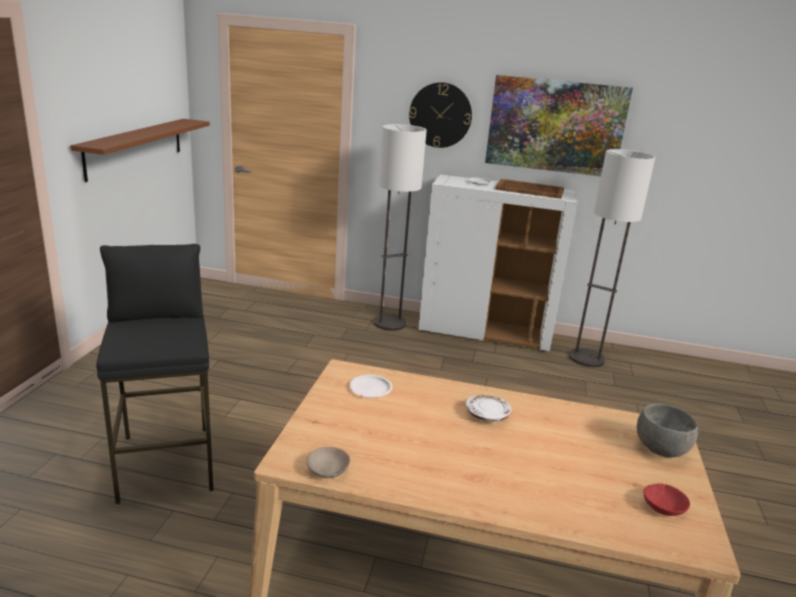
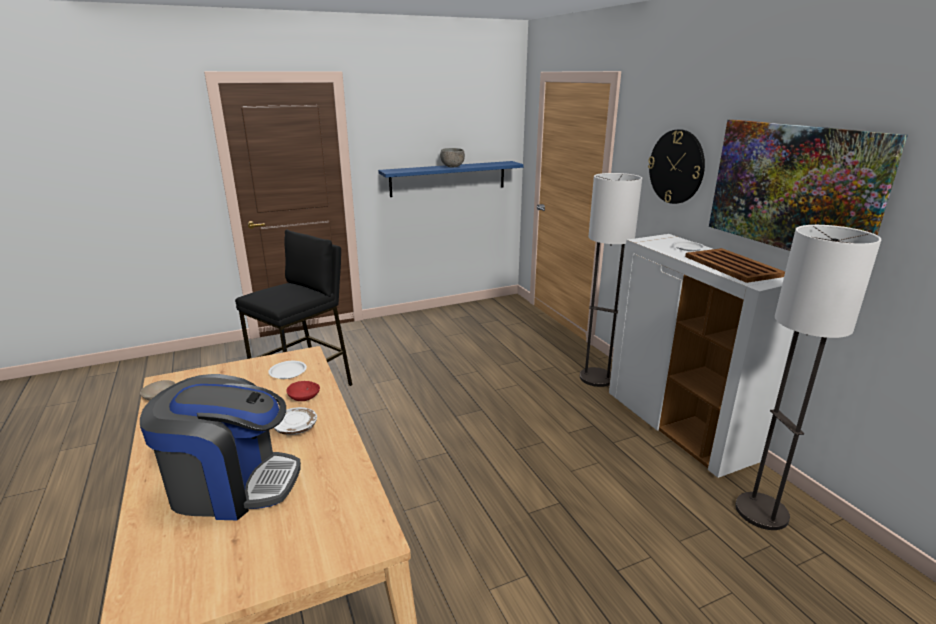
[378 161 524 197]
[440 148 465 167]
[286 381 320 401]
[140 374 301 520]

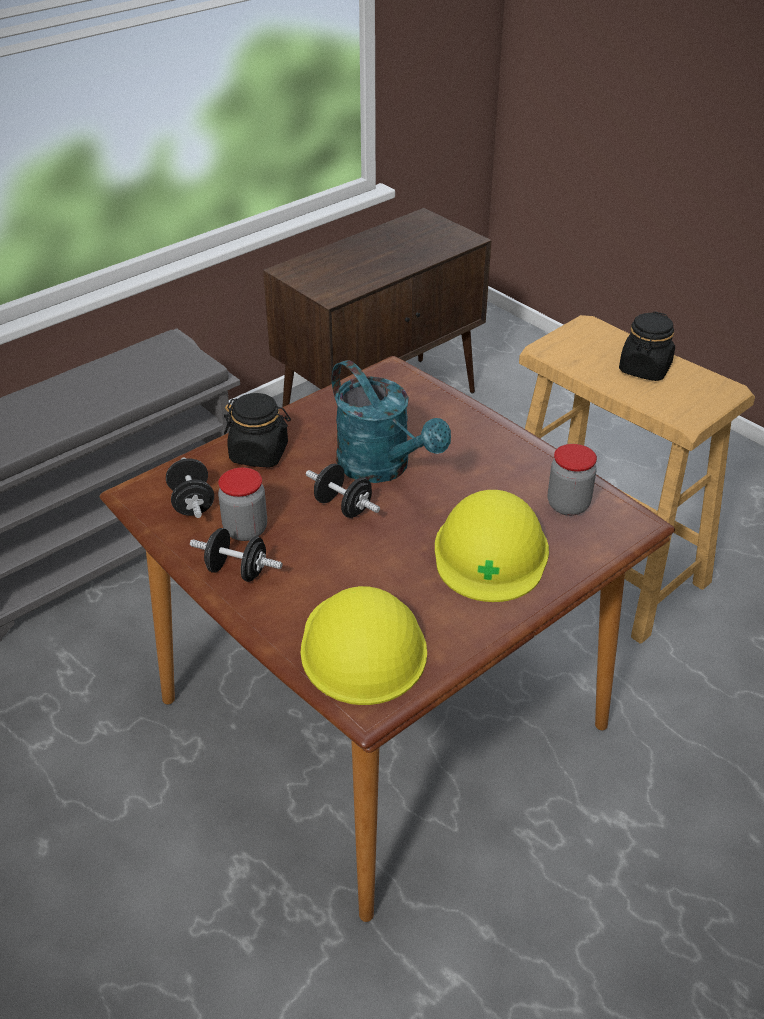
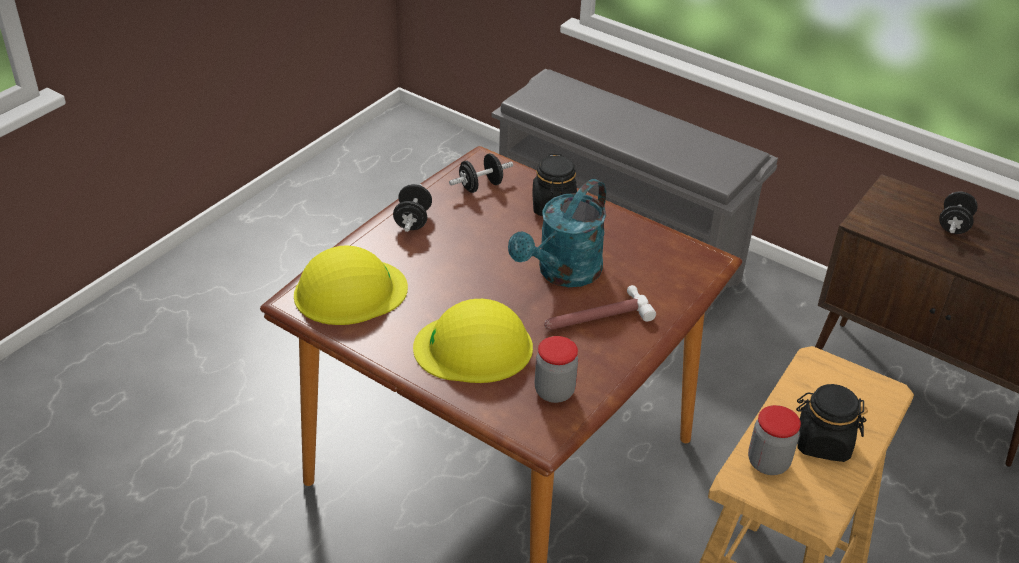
[939 192 978 234]
[748 405 801 475]
[544 285 656 330]

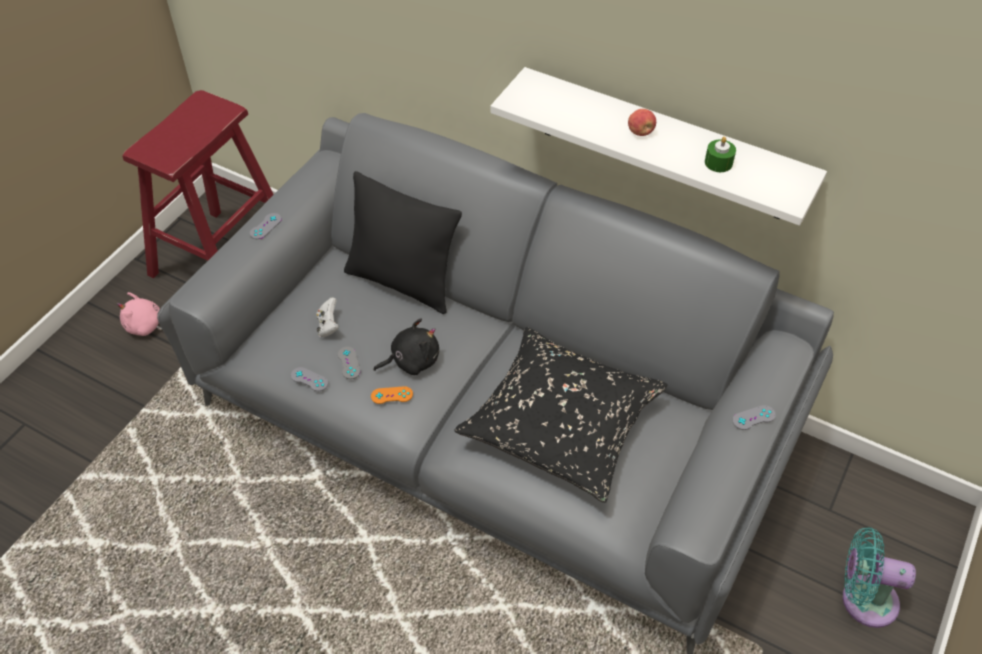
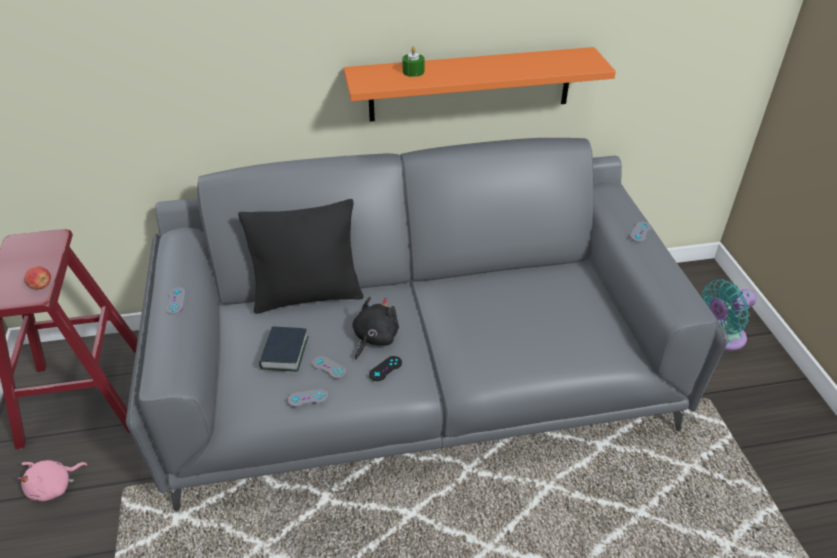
[344 47 616 122]
[24 266 51 290]
[402 46 424 77]
[259 326 309 371]
[454 327 668 503] (first image)
[369 356 402 381]

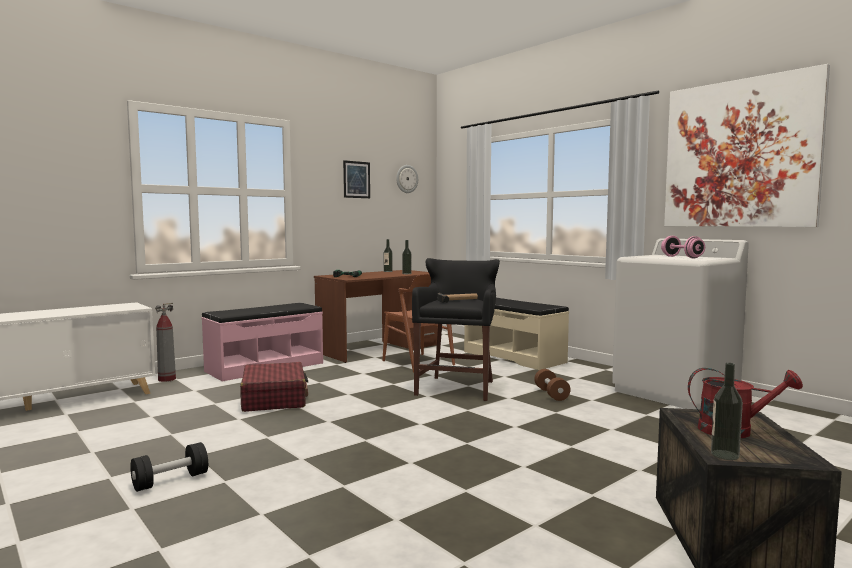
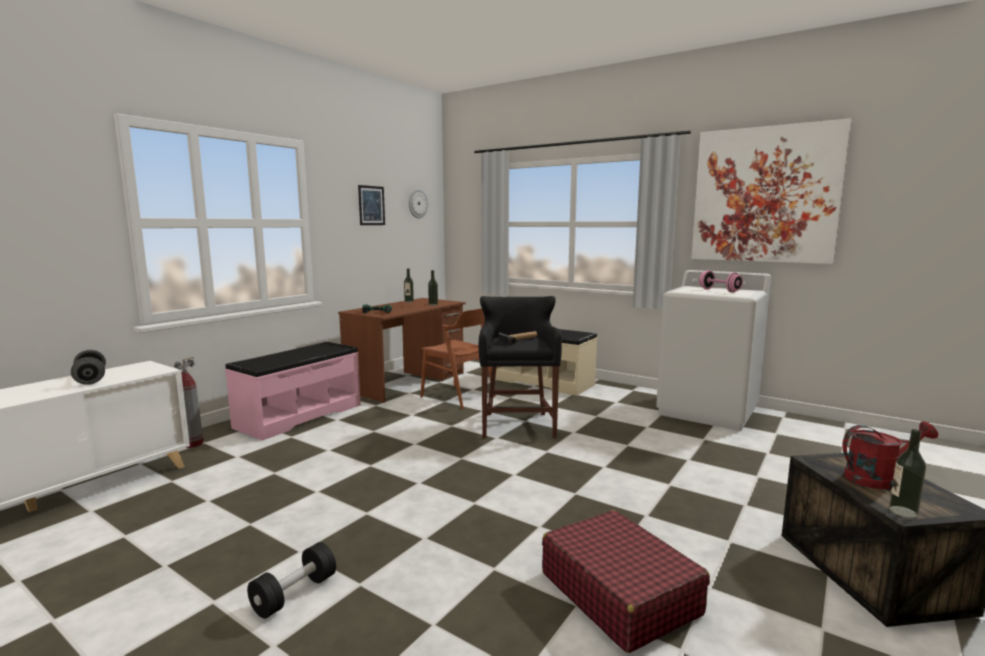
[542 510 710 653]
[534 369 571 401] (first image)
[71 350 106 385]

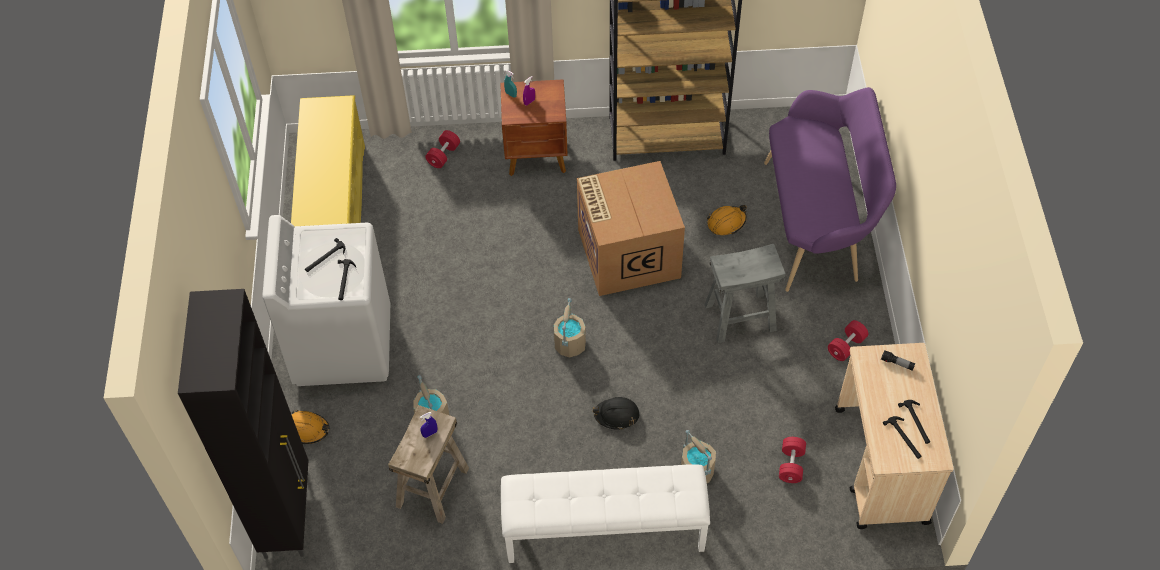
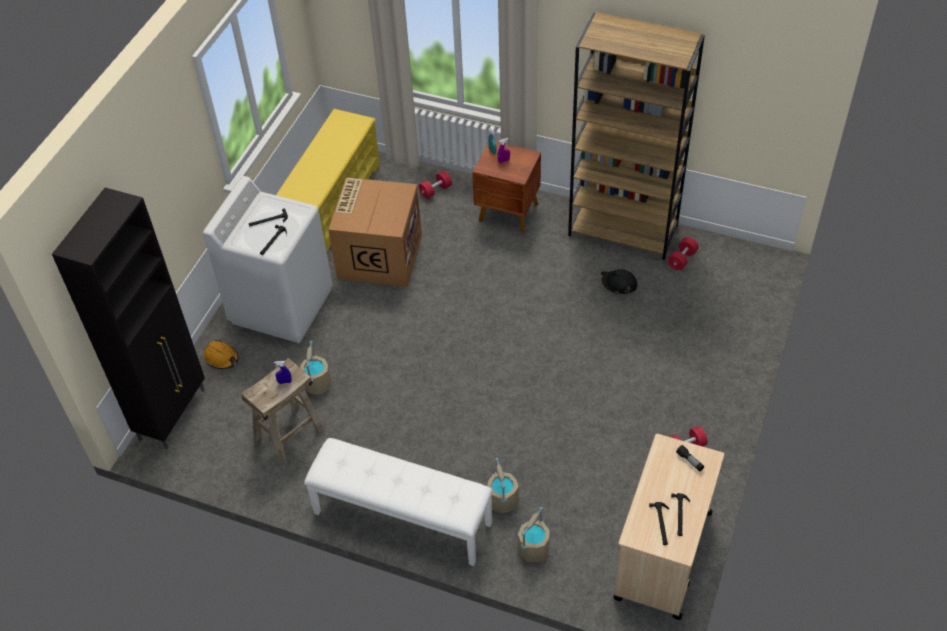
[764 87 896 292] (first image)
[328 177 422 287]
[707 205 747 235] (first image)
[704 244 786 343] (first image)
[518 507 550 562]
[601 269 638 294]
[668 237 699 270]

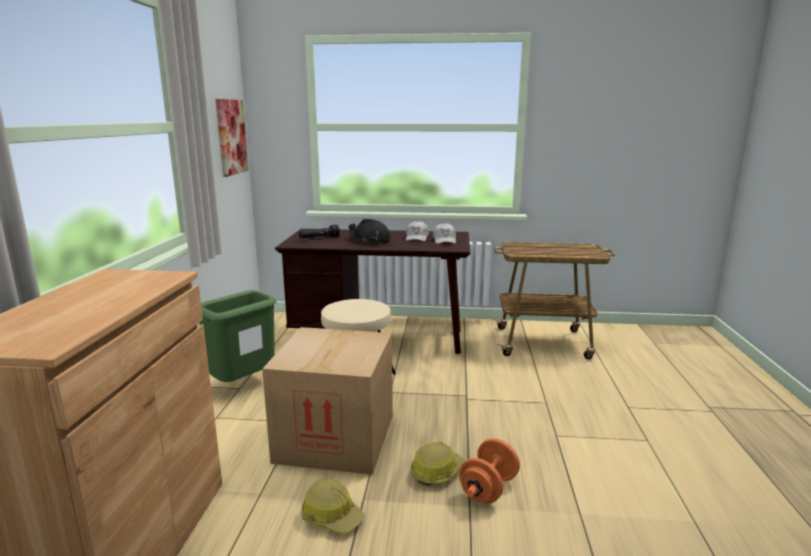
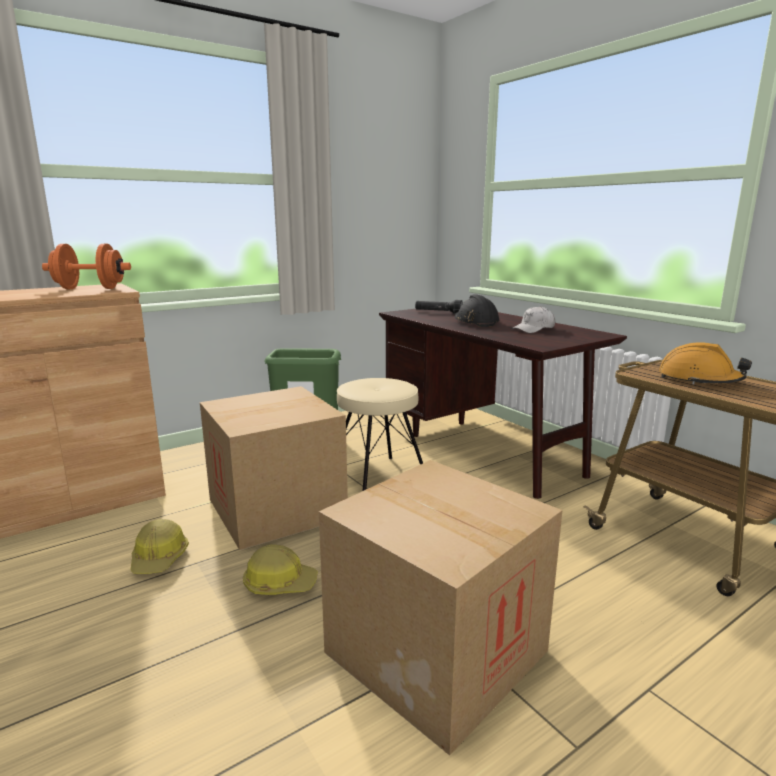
[215 99 249 177] (first image)
[433 223 456 244] (first image)
[42 244 131 289]
[659 342 752 384]
[319 460 563 756]

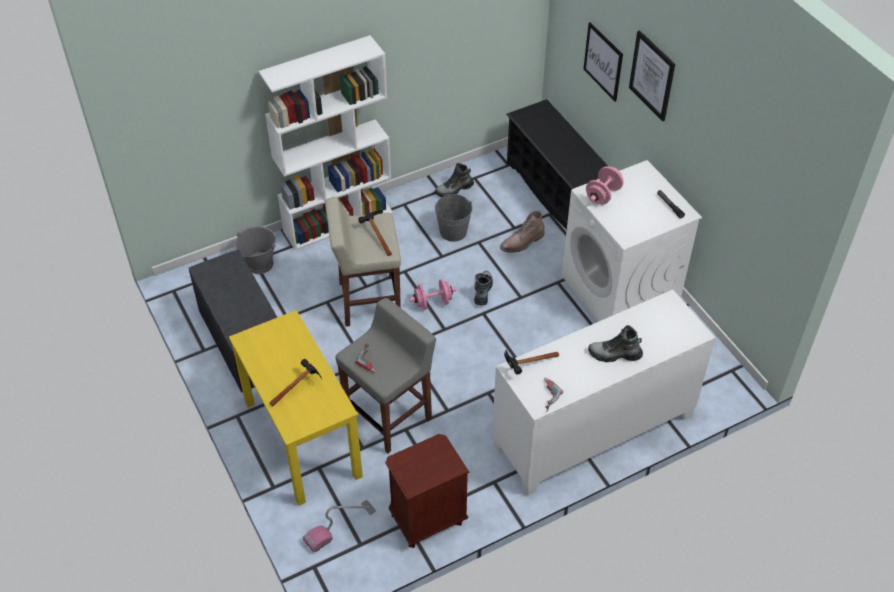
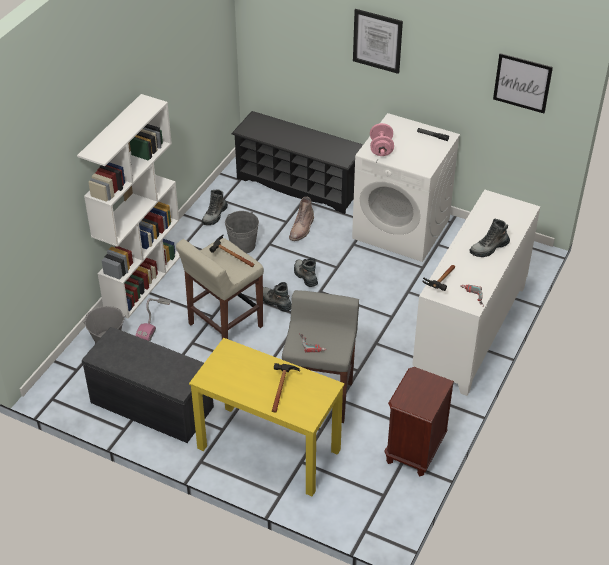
[493 53 553 113]
[263 282 291 312]
[136 298 171 341]

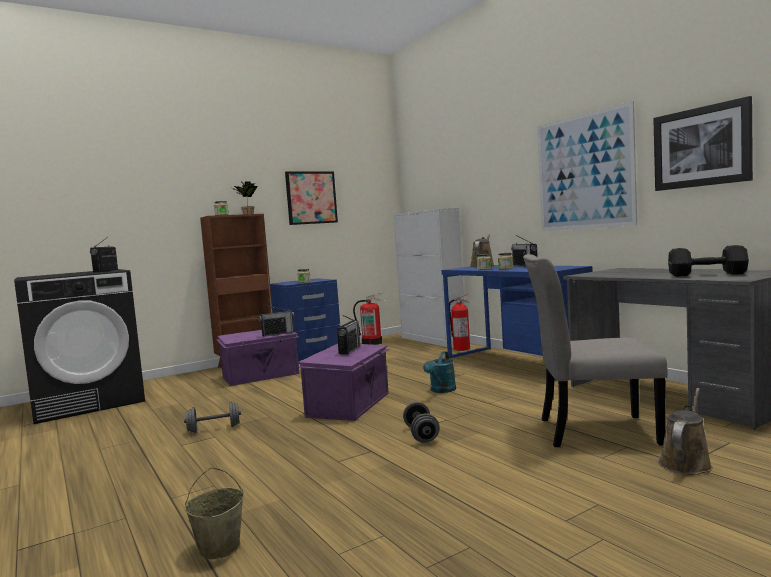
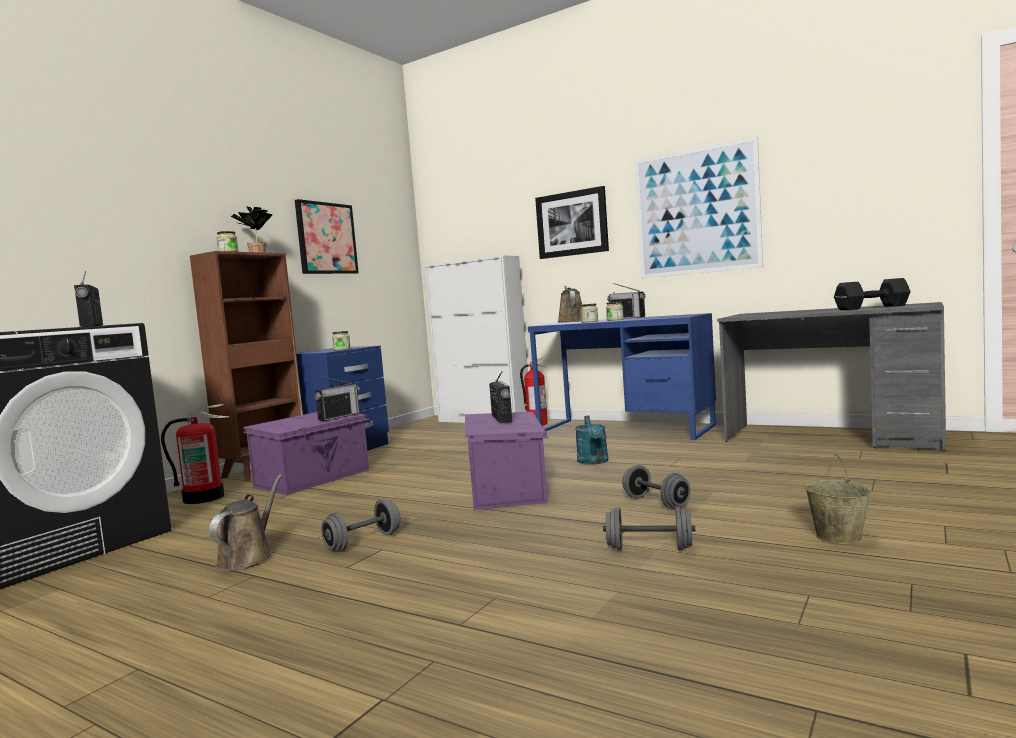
[535 186 609 259]
[523 254 668 447] (first image)
[161 404 230 504]
[209 474 282 571]
[804 454 871 544]
[603 507 695 550]

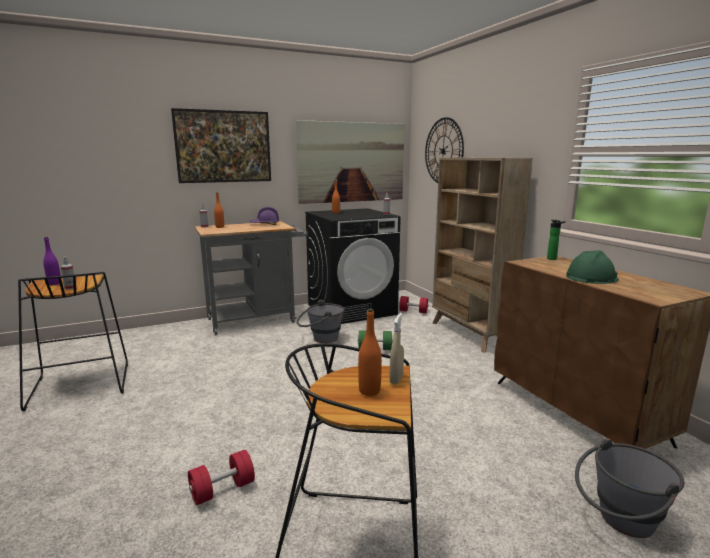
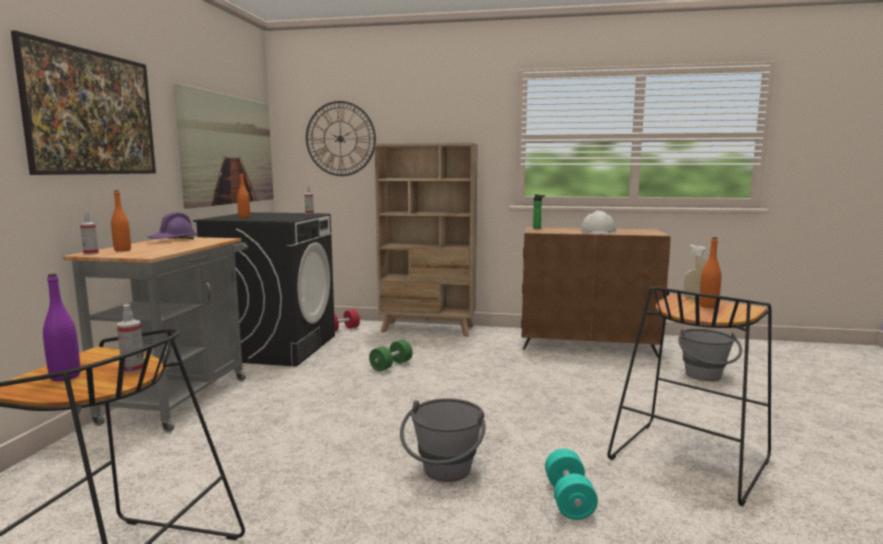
[580 210 616 234]
[400 398 485 482]
[545 449 598 520]

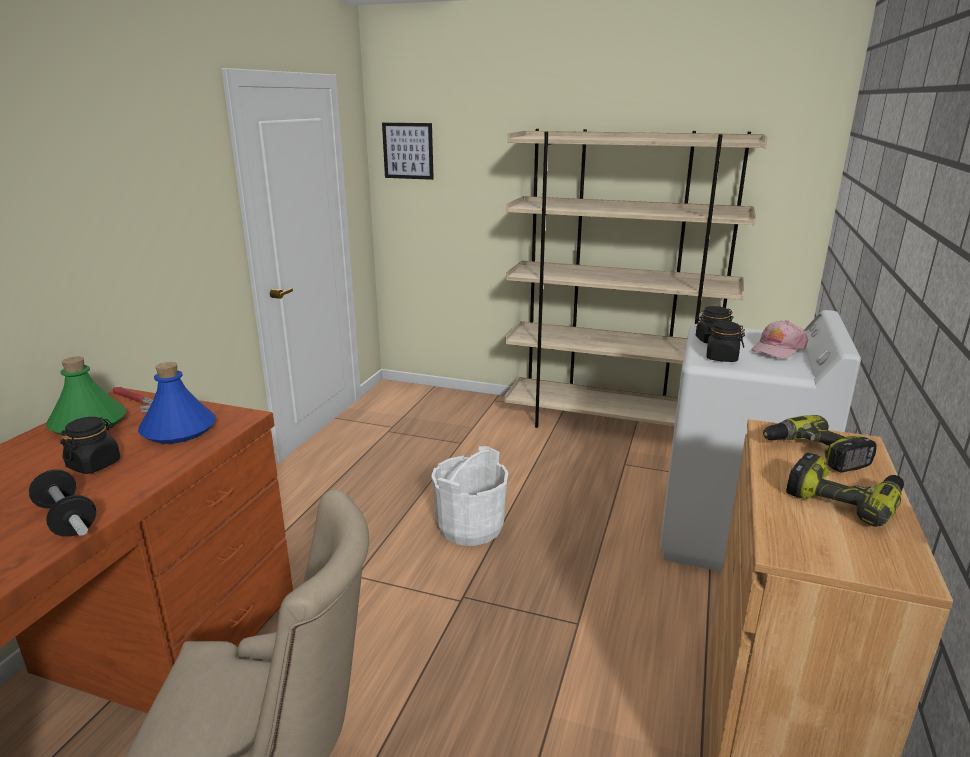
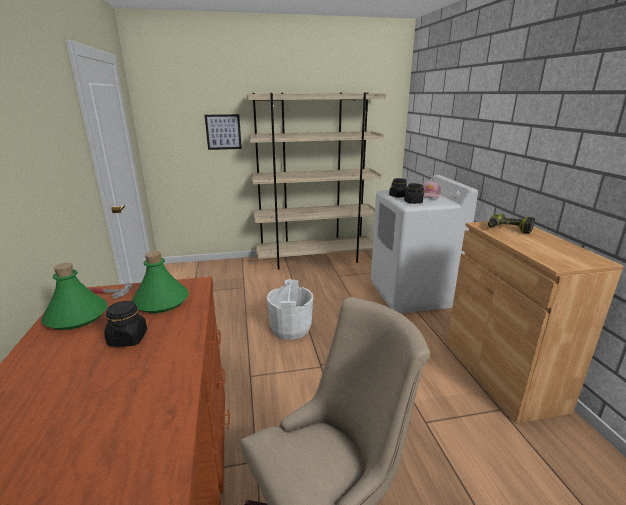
[205 114 242 150]
[132 251 189 313]
[786 453 904 527] (first image)
[29 469 96 537] (first image)

